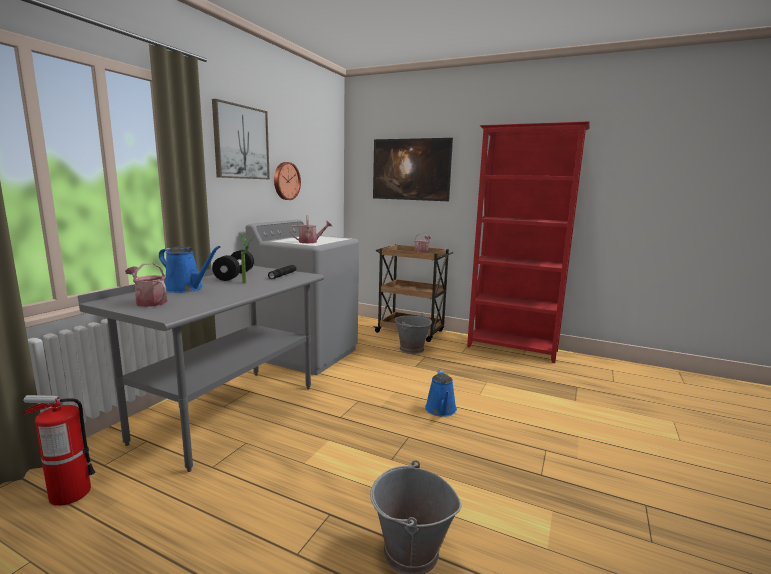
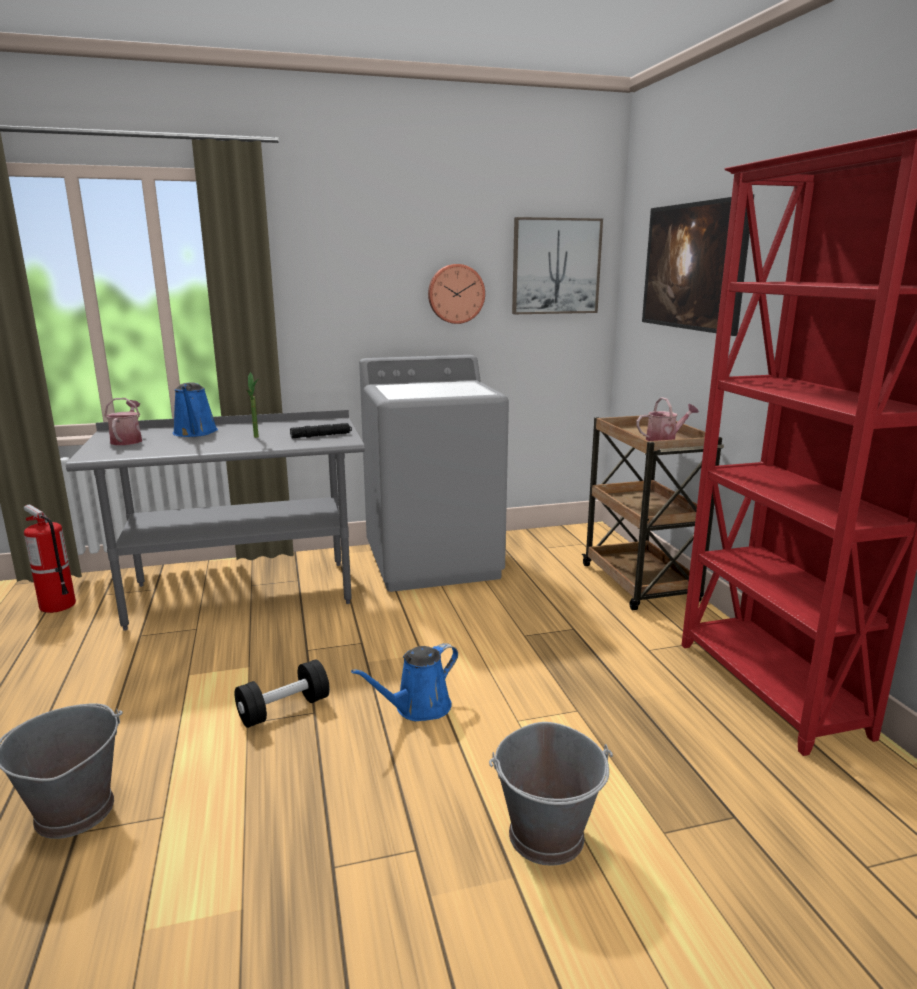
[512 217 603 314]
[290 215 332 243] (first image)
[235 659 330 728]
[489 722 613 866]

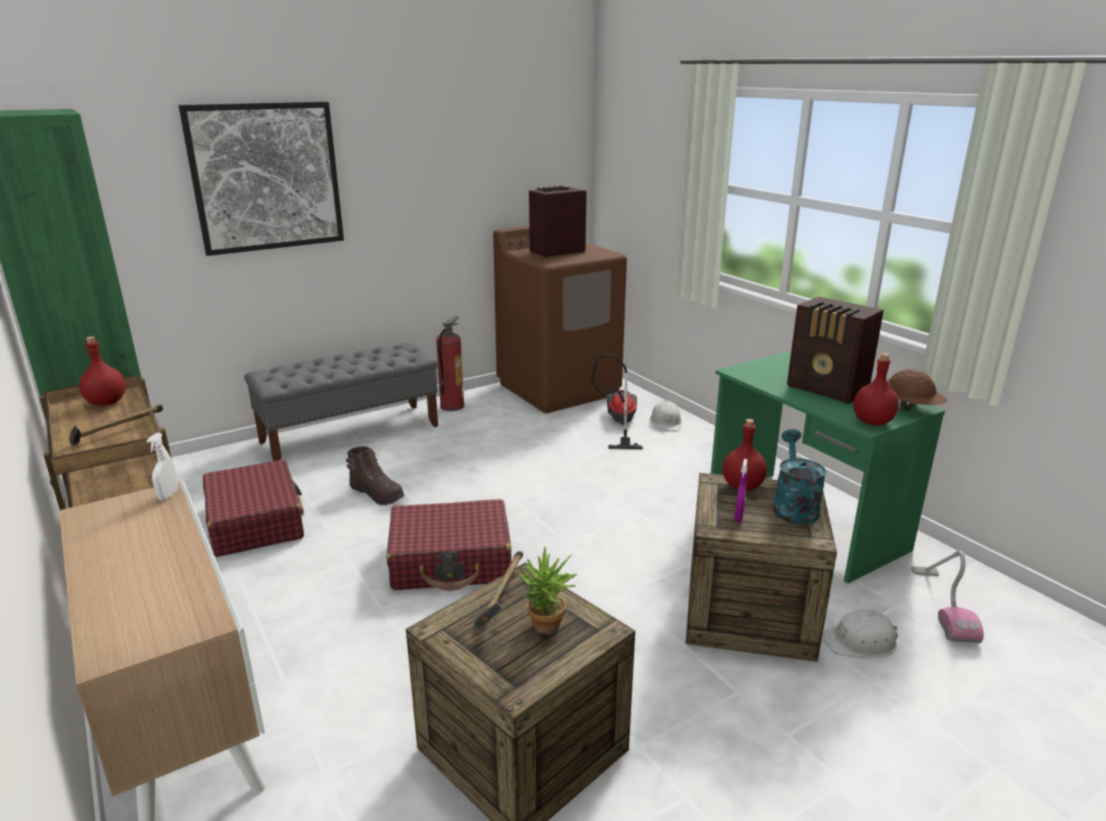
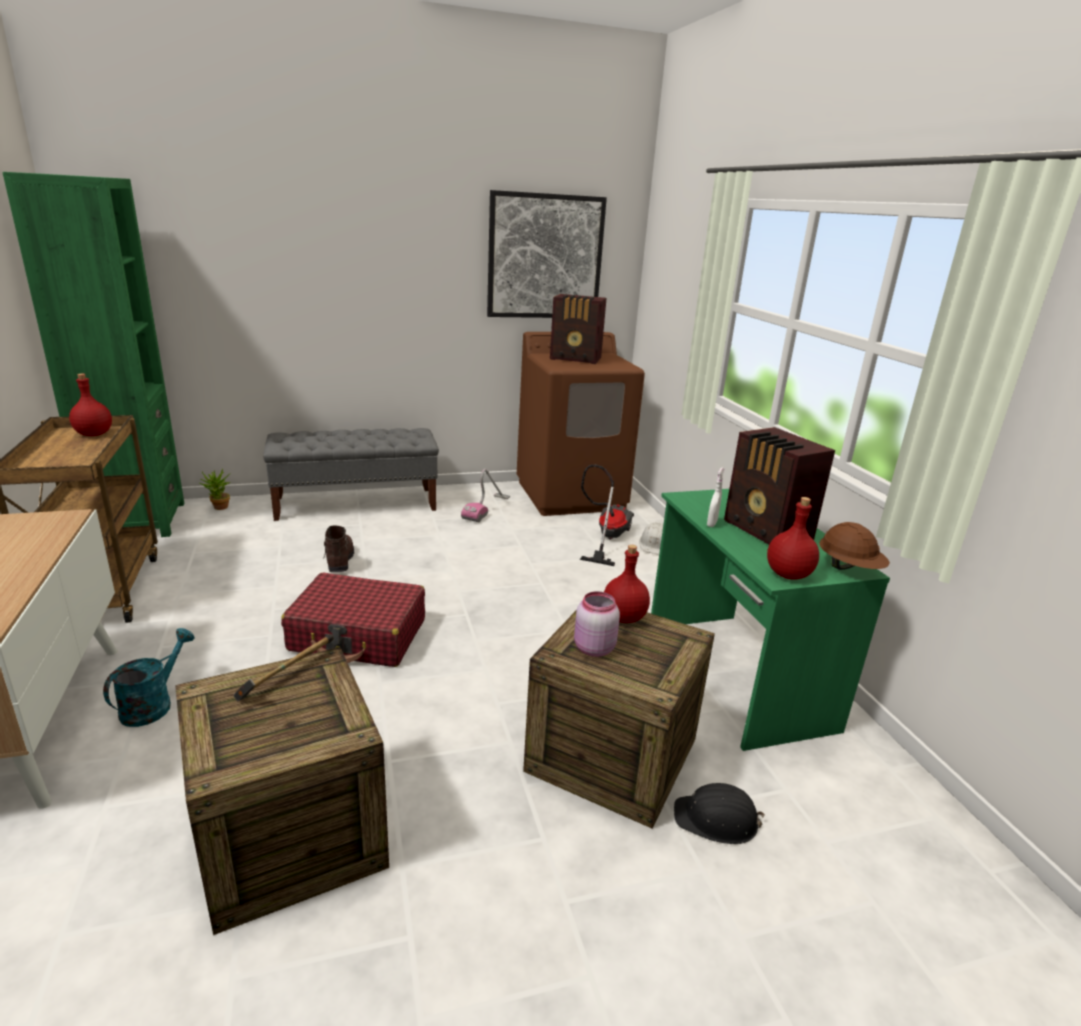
[487 190 607 318]
[550 294 606 364]
[436 316 464 411] (first image)
[69 405 163 445] (first image)
[103 628 195 727]
[707 467 724 527]
[323 526 354 572]
[203 459 304 557] (first image)
[574 591 620 657]
[200 469 231 510]
[461 469 510 522]
[674 783 765 844]

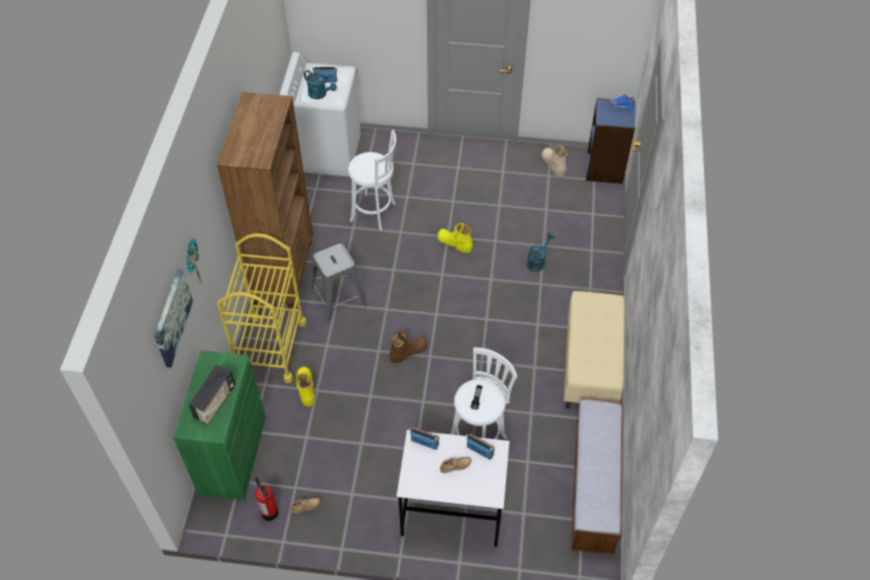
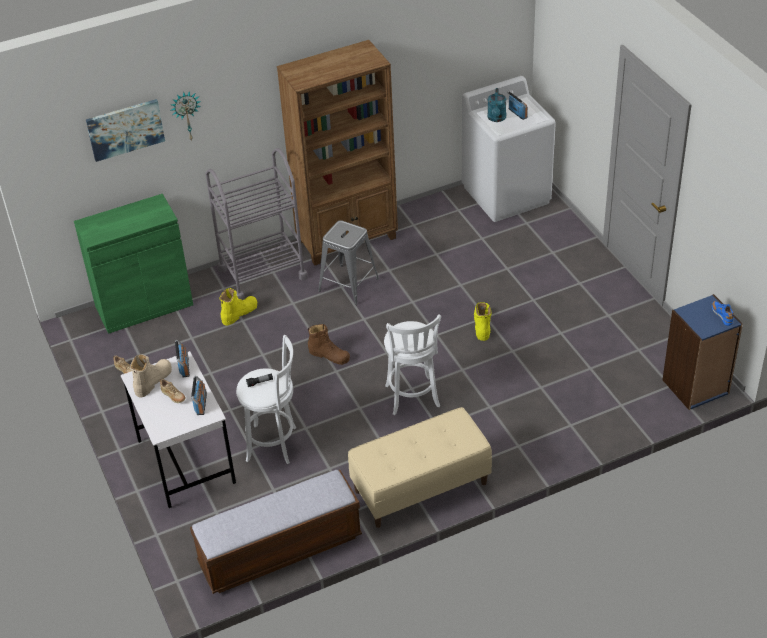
[384 314 441 415]
[130 354 172 398]
[205 148 308 300]
[527 233 555 272] (first image)
[188 364 236 425] (first image)
[255 477 279 521] (first image)

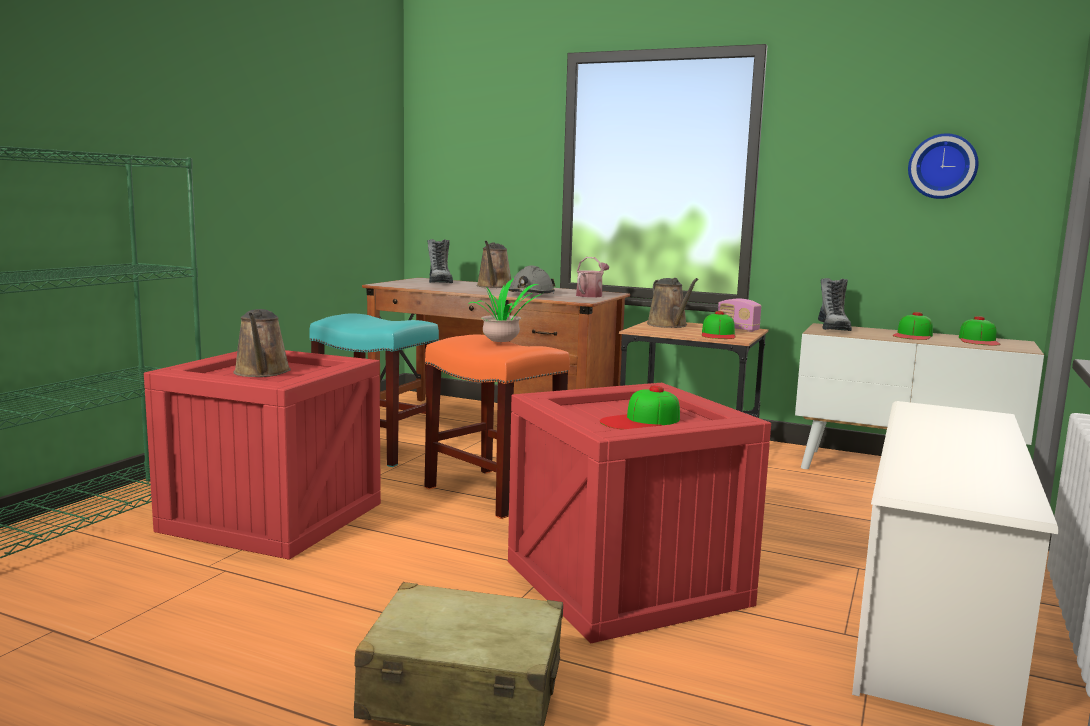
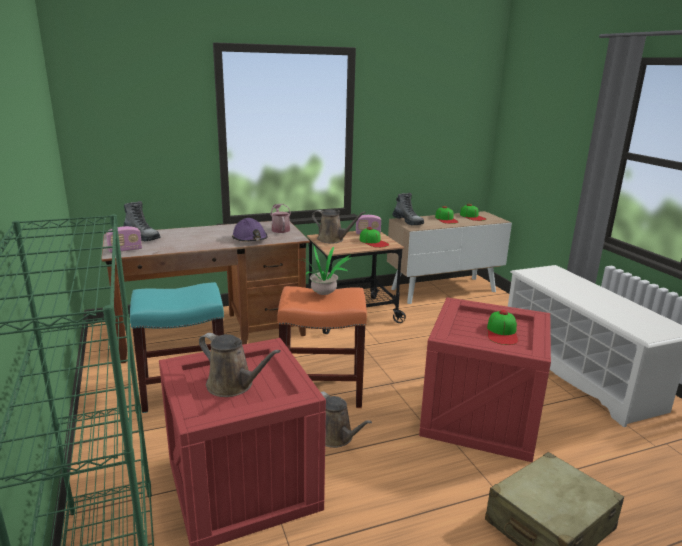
[908 134 978 199] (first image)
[321 391 372 448]
[232 218 267 242]
[106 226 142 253]

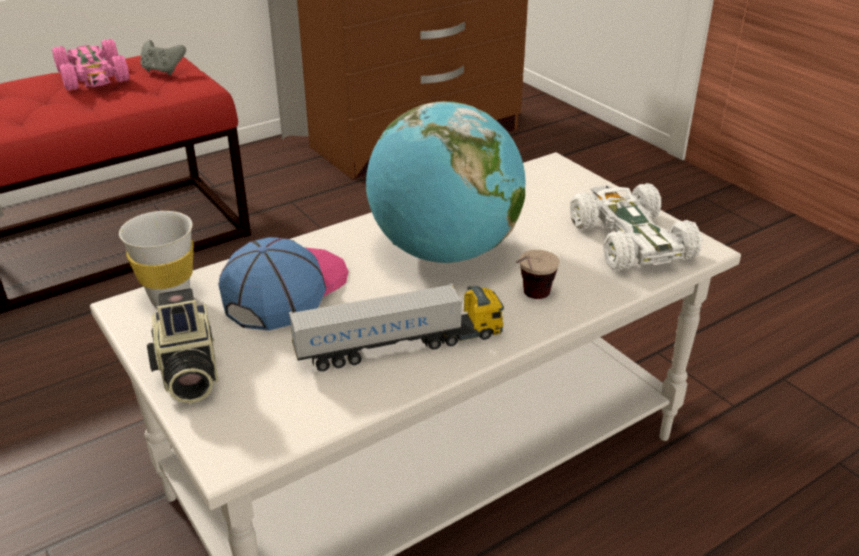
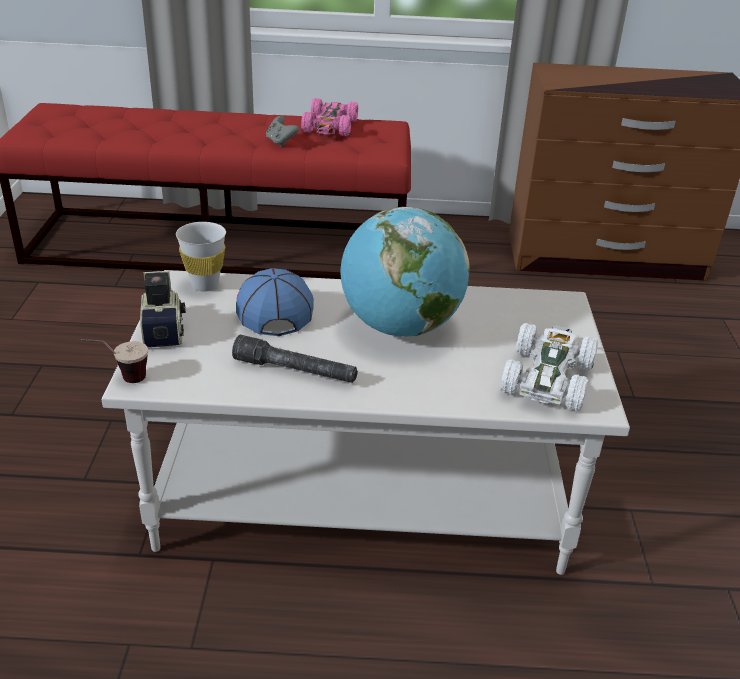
[266 116 299 147]
[236 268 314 336]
[81 339 148 383]
[232 335 358 383]
[140 270 186 347]

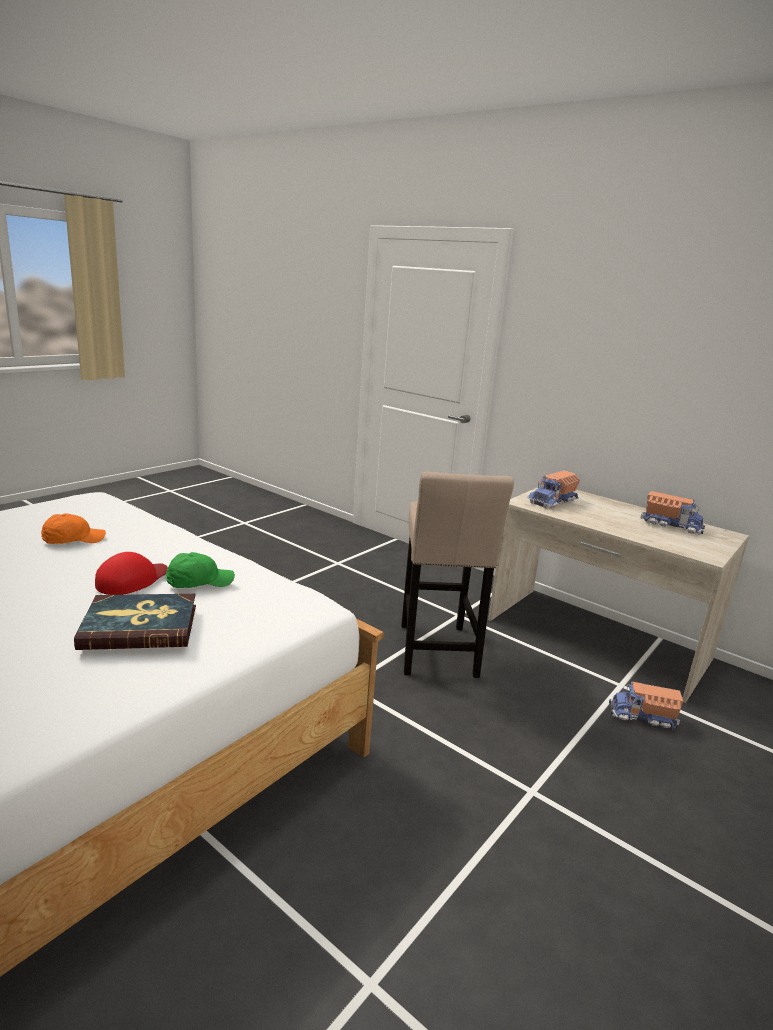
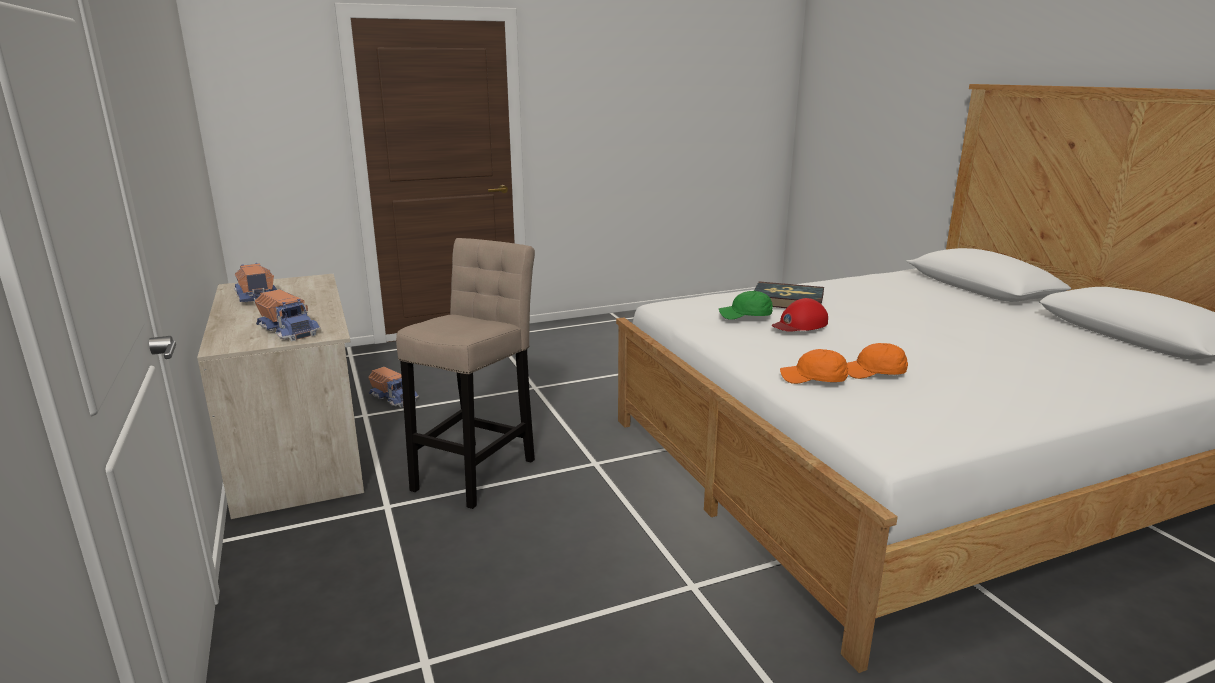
[255 289 321 341]
[780 349 848 384]

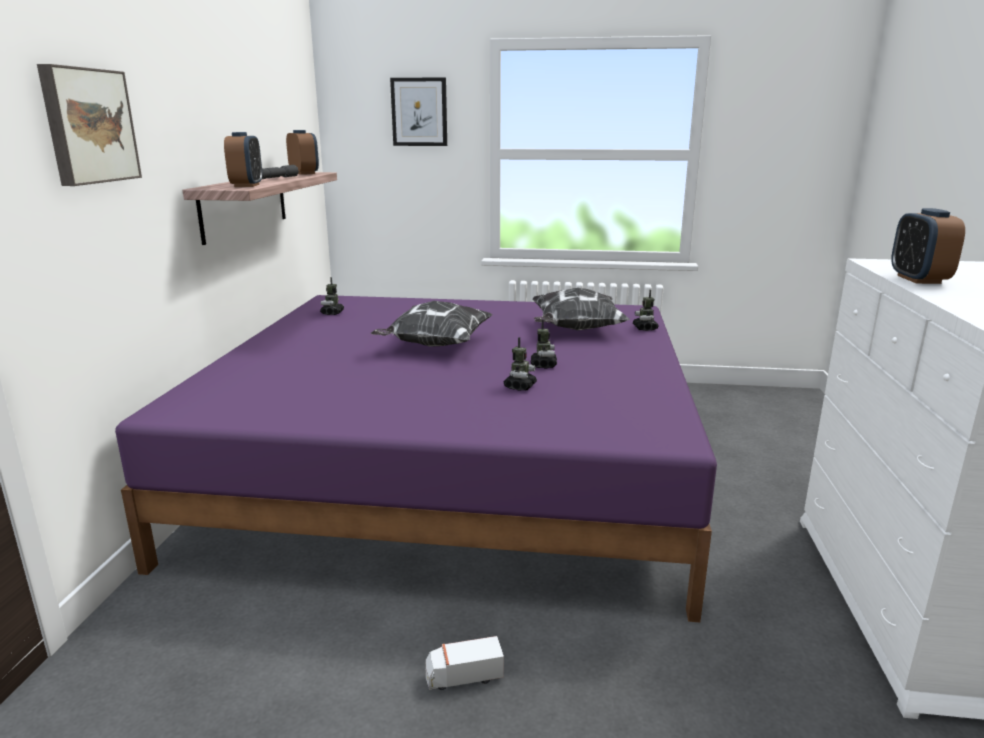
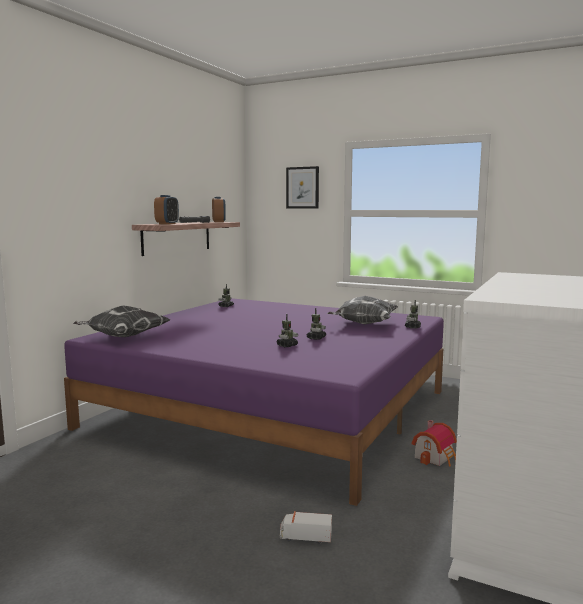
[37 64 142 186] (first image)
[891 208 965 284] (first image)
[73 306 170 337]
[280 511 332 544]
[412 420 457 466]

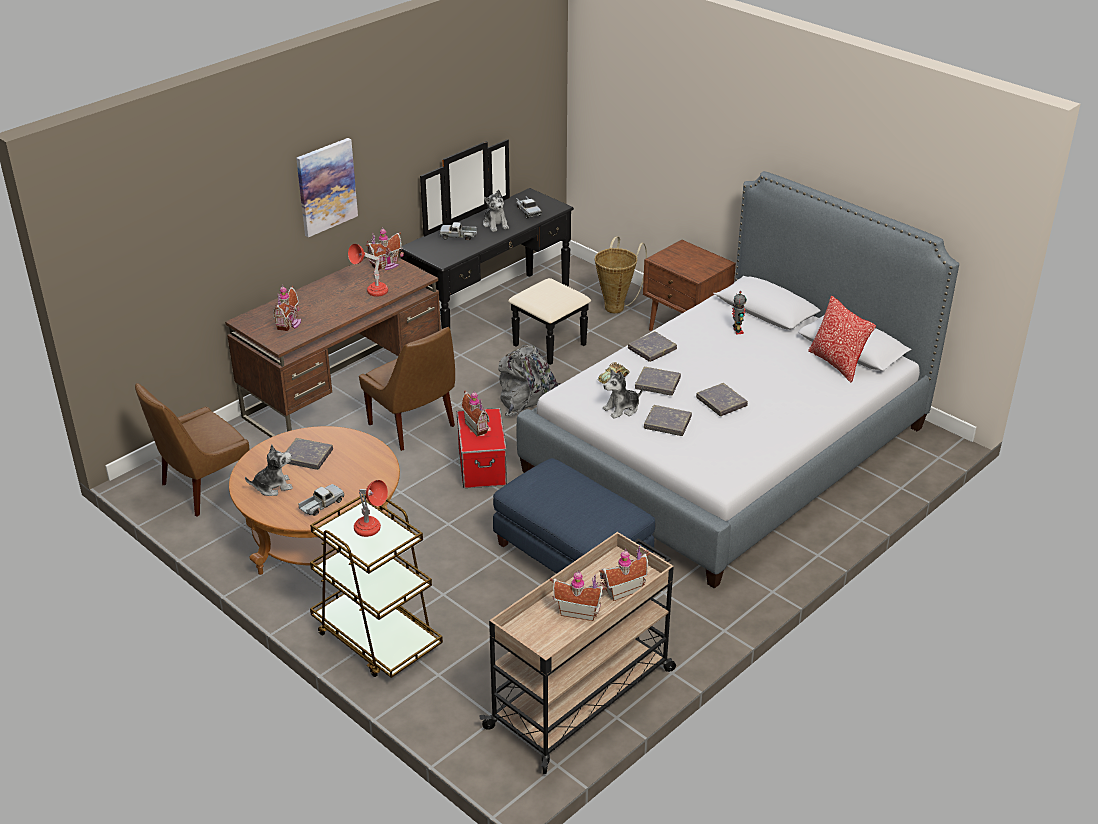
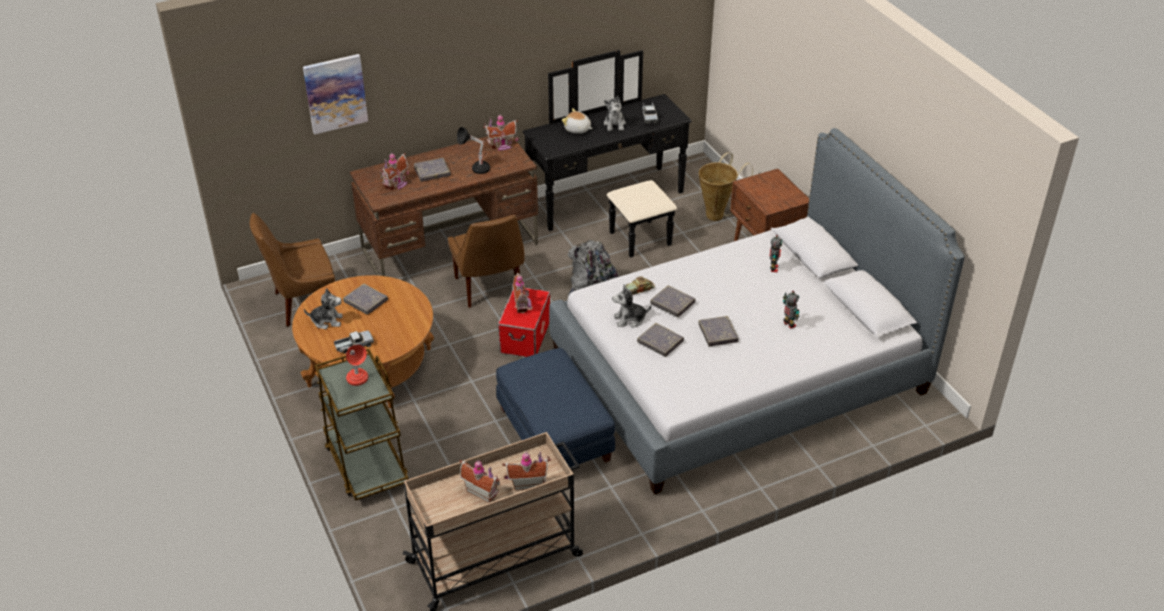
[303 54 368 135]
[562 108 593 134]
[457 127 490 174]
[808 296 876 382] (first image)
[414 158 451 182]
[783 291 799 329]

